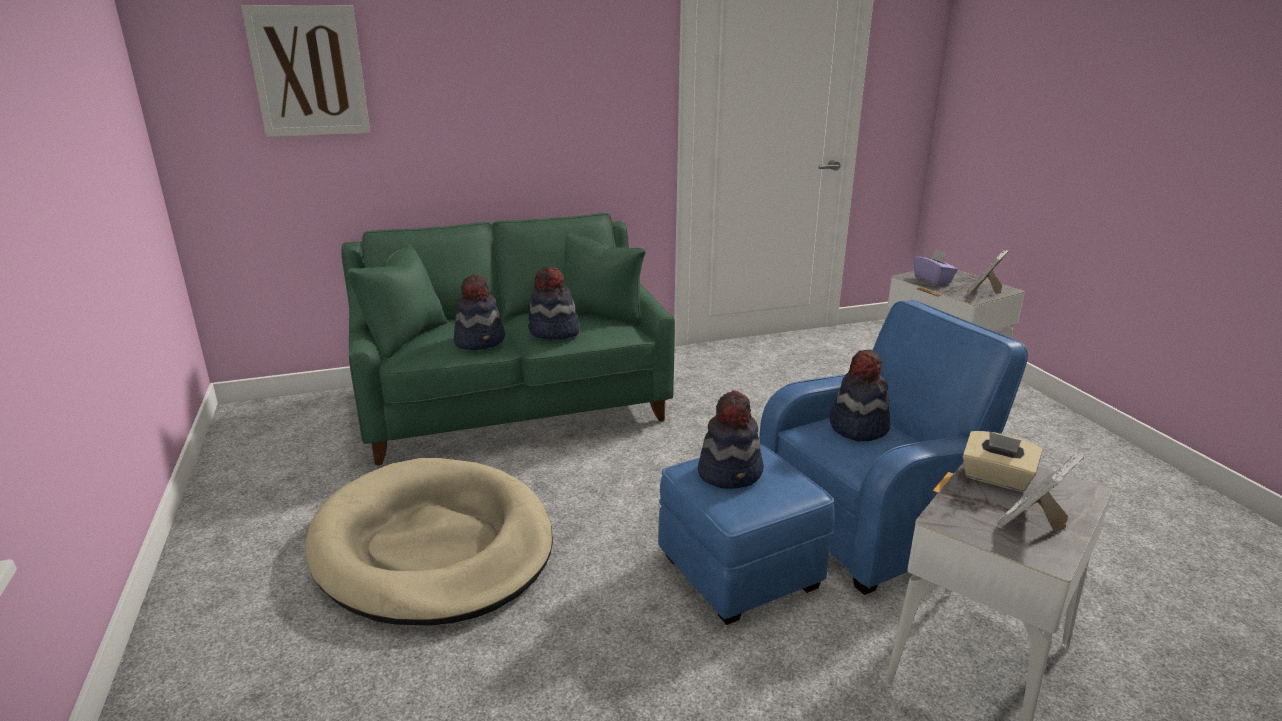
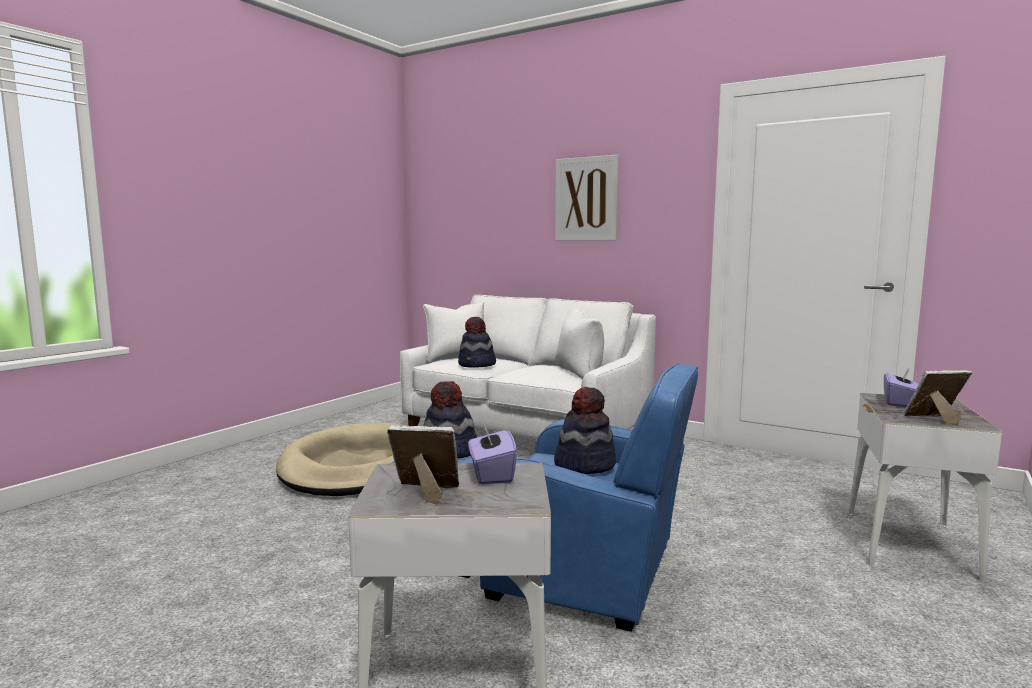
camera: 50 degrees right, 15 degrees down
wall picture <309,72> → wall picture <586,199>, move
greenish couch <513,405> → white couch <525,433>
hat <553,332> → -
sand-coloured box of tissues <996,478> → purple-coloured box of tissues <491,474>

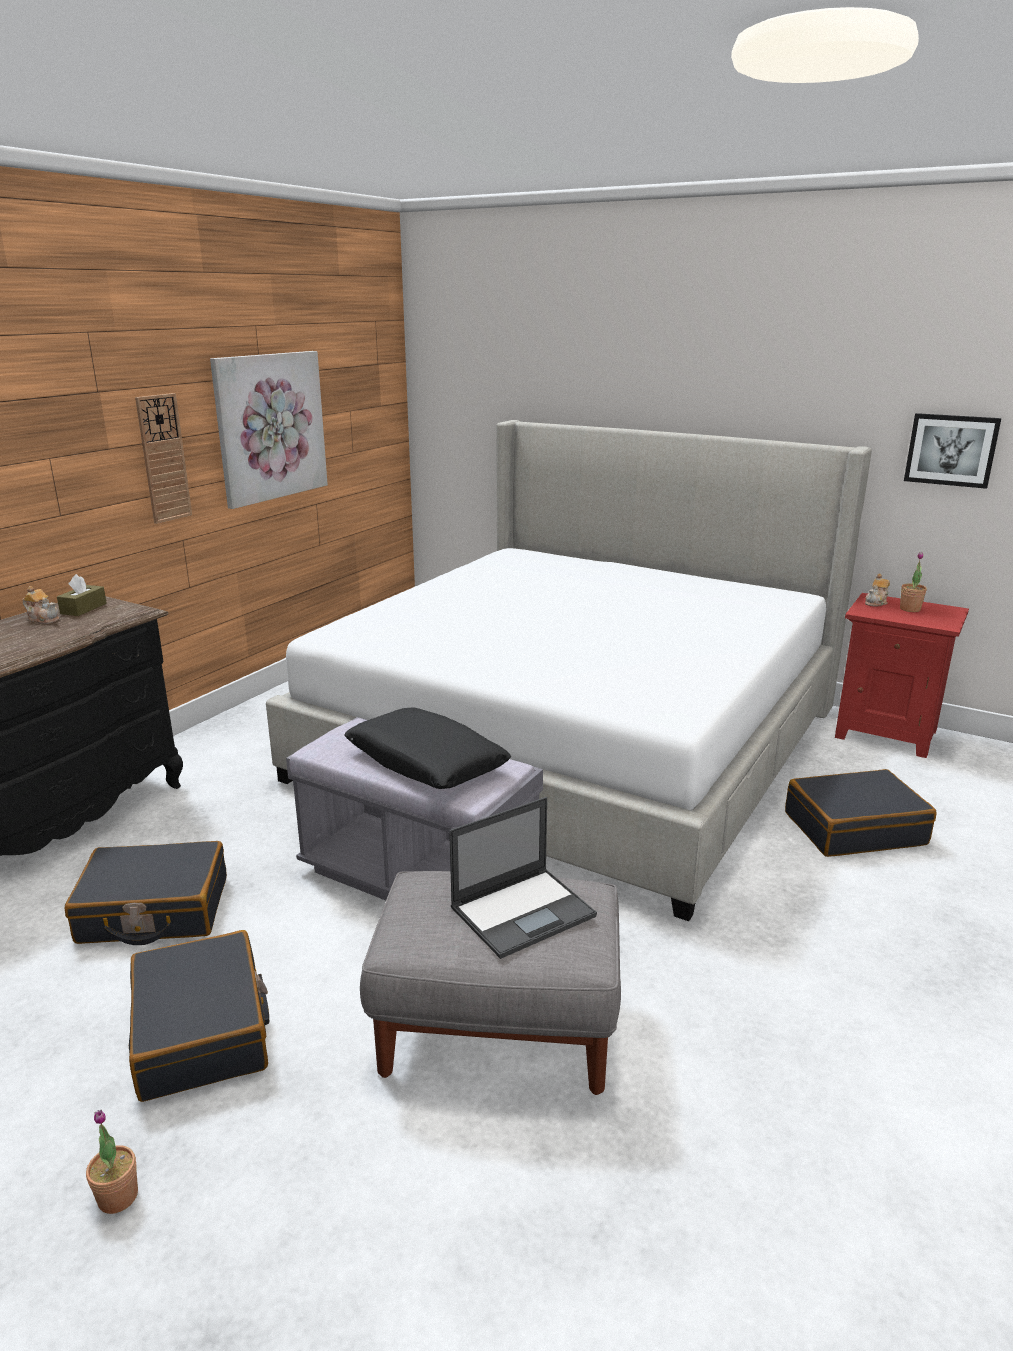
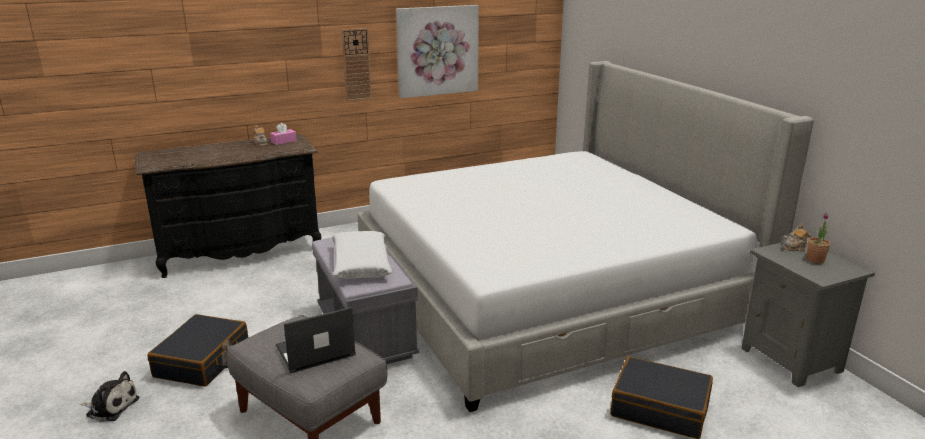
camera: 35 degrees right, 0 degrees up
wall picture <951,450> → -
brown box of tissues <83,608> → pink box of tissues <283,141>
red night table <887,735> → grey night table <790,361>
black-coloured pillow <426,763> → white pillow <361,264>
laptop <524,911> → laptop <314,351>, 150 degrees clockwise
black-coloured suitcase <154,910> → -
potted plant <118,1197> → soft toy <111,407>

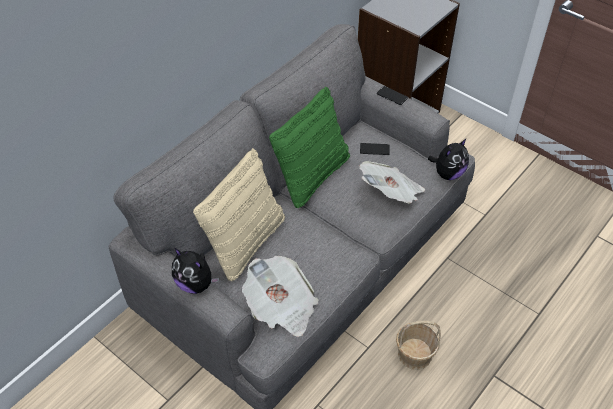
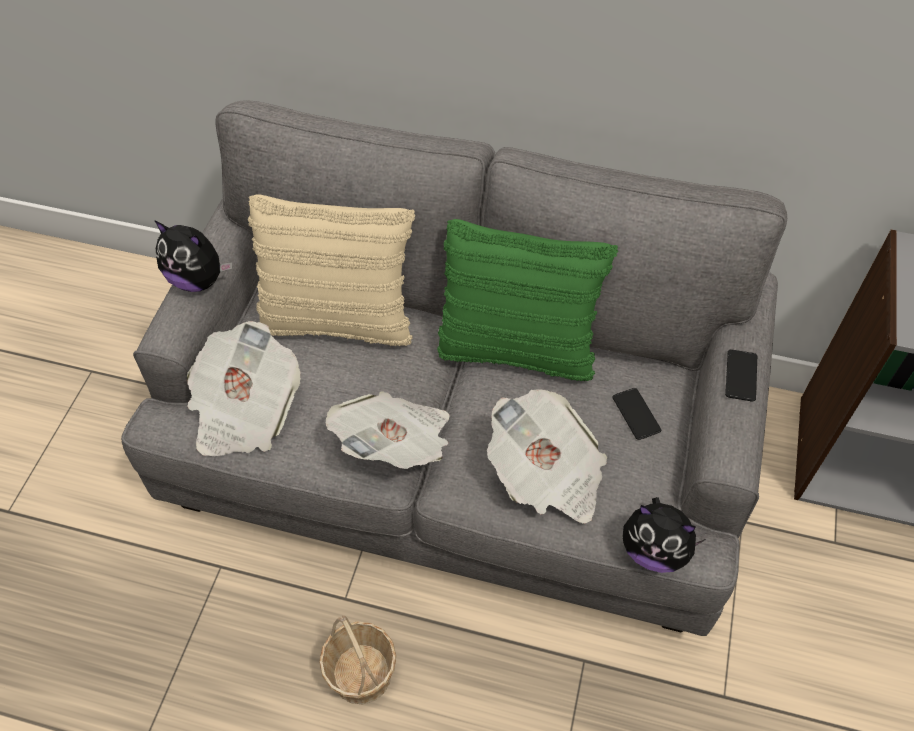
camera: 65 degrees right, 5 degrees up
soft toy <196,284> → soft toy <198,279>, 75 degrees counterclockwise
- → newspaper <396,444>

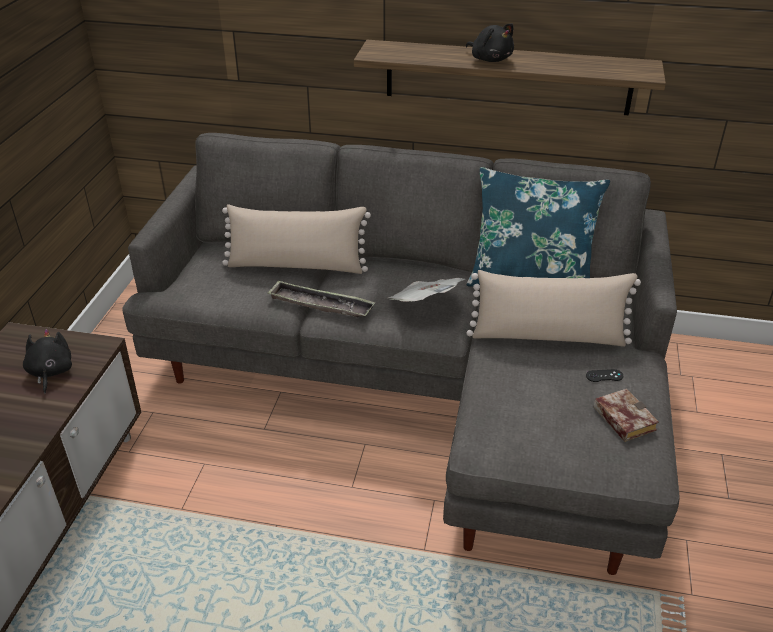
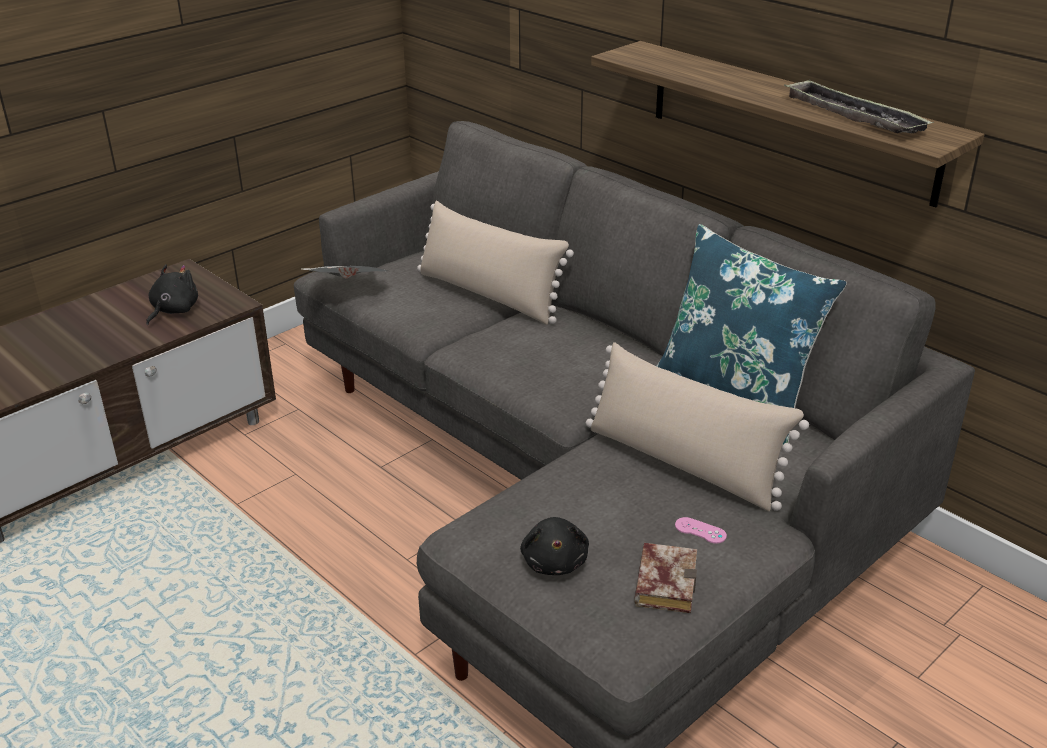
camera: 35 degrees right, 5 degrees down
black-coloured soft toy <490,59> → black-coloured soft toy <555,561>, move
newspaper <424,305> → newspaper <349,291>, move
tray <321,305> → tray <853,116>, move
black-coloured game controller <604,376> → pink game controller <700,530>

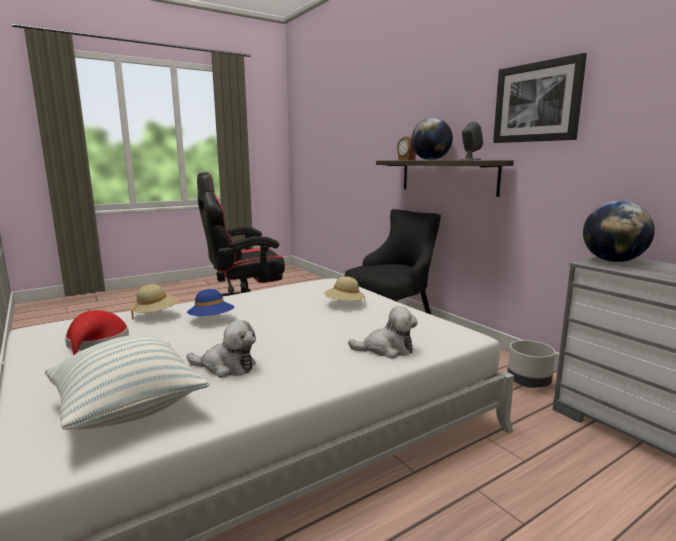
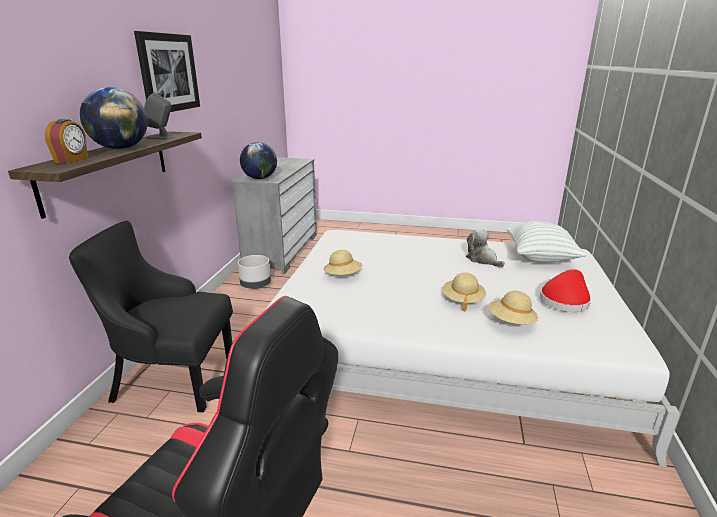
camera: 135 degrees left, 10 degrees up
blue-coloured hat <211,320> → sand-coloured hat <463,300>
soft toy <386,349> → -

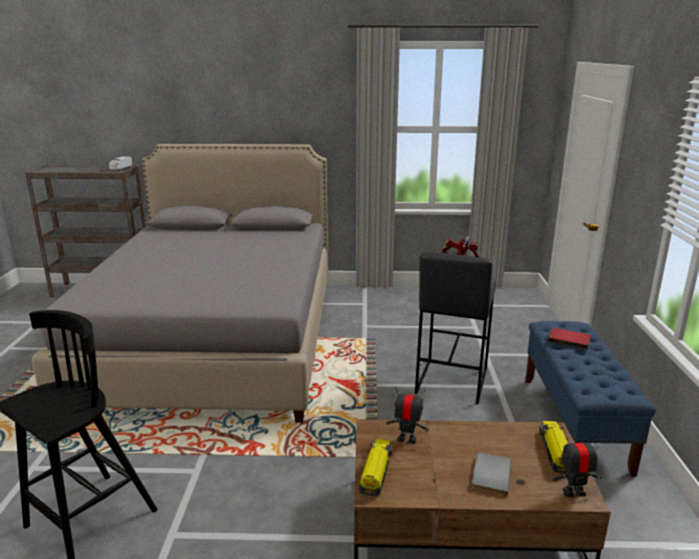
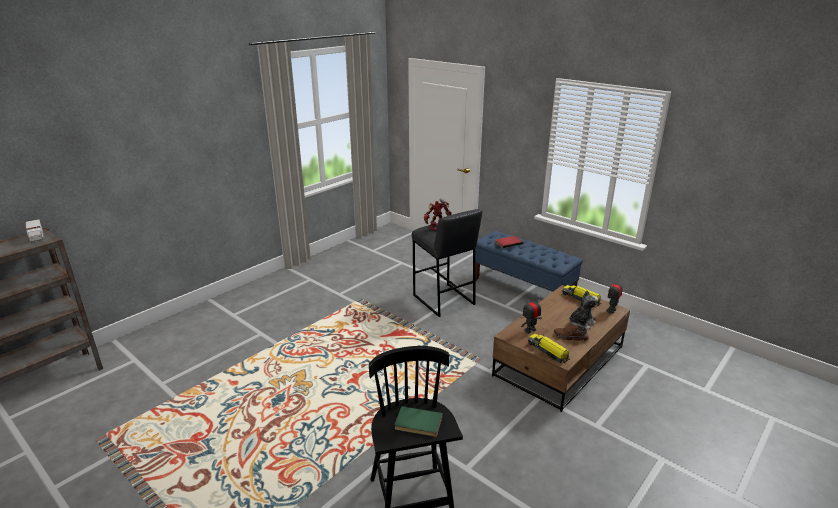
camera: 50 degrees left, 5 degrees up
grey bedroom bed <217,340> → -
grey volume <489,475> → soft toy <581,323>
- → brown item of footwear <570,337>
- → greenish volume <418,424>

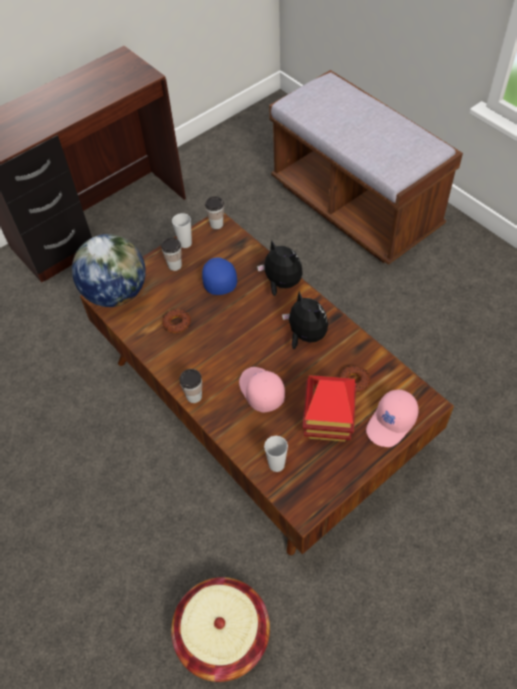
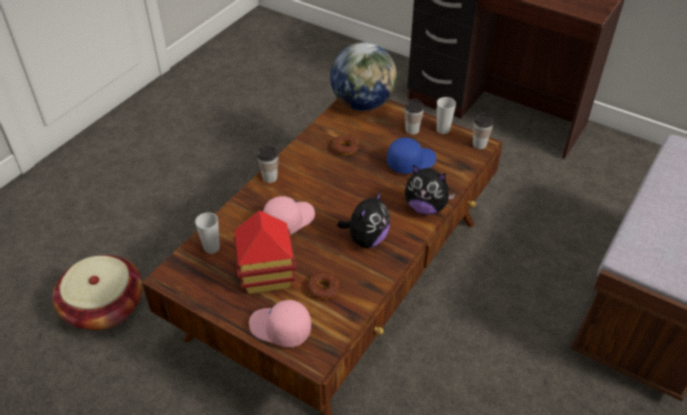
camera: 70 degrees right, 10 degrees down
soft toy <281,283> → soft toy <426,207>, 90 degrees clockwise

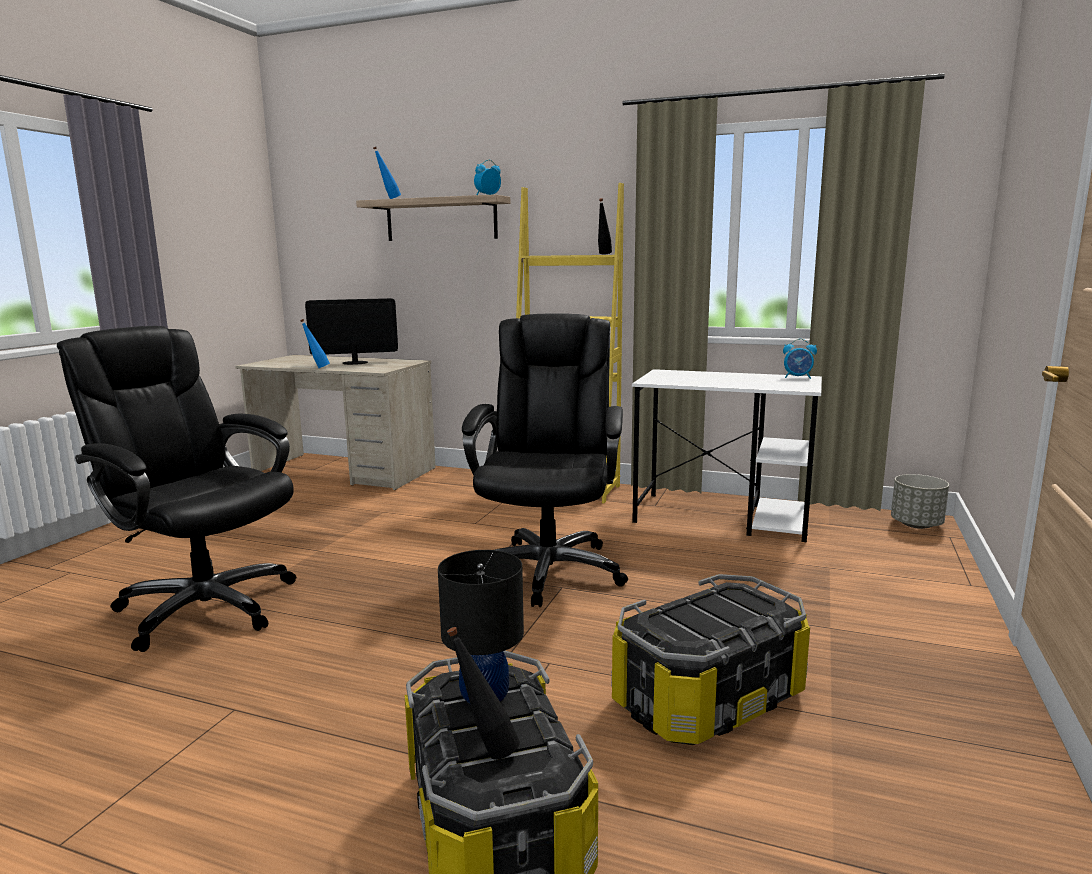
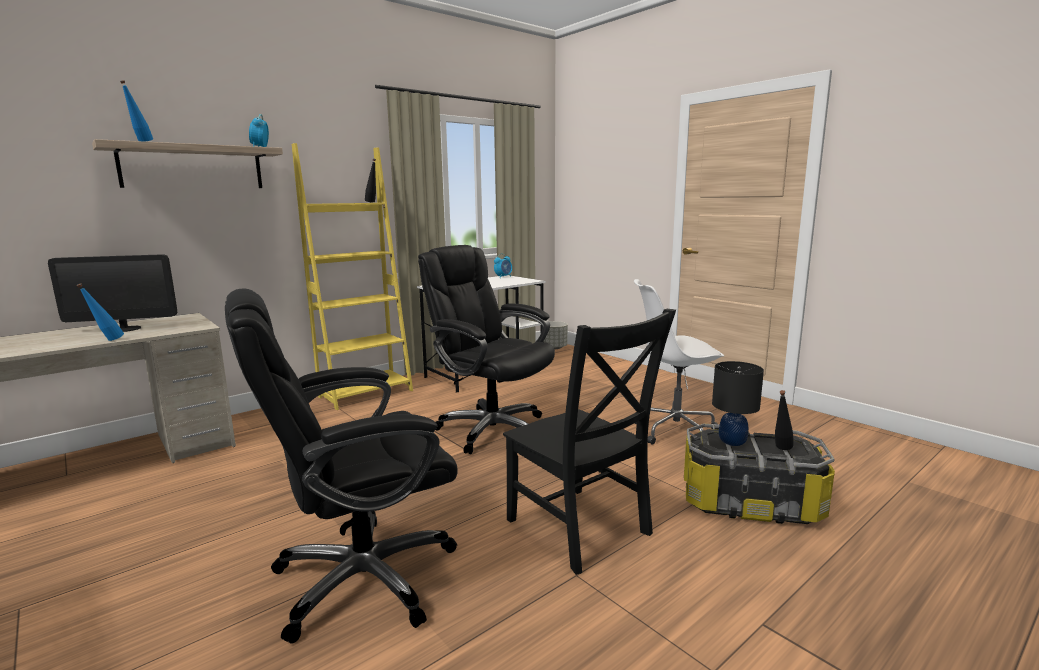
camera: 60 degrees left, 0 degrees up
computer screen <355,363> → computer screen <124,329>, 120 degrees counterclockwise
storage box <707,698> → white desk chair <672,431>
- → black-coloured chair <581,530>

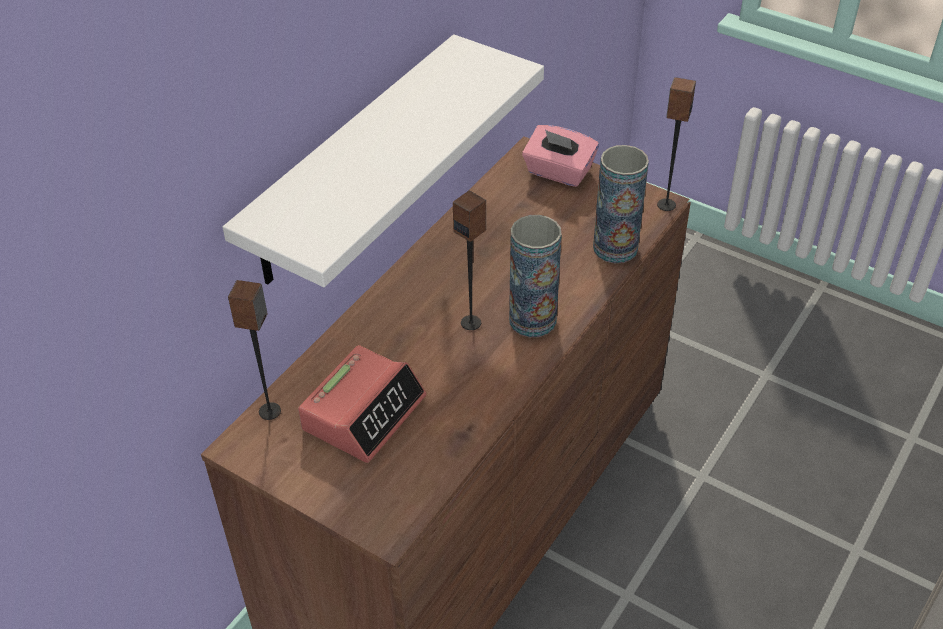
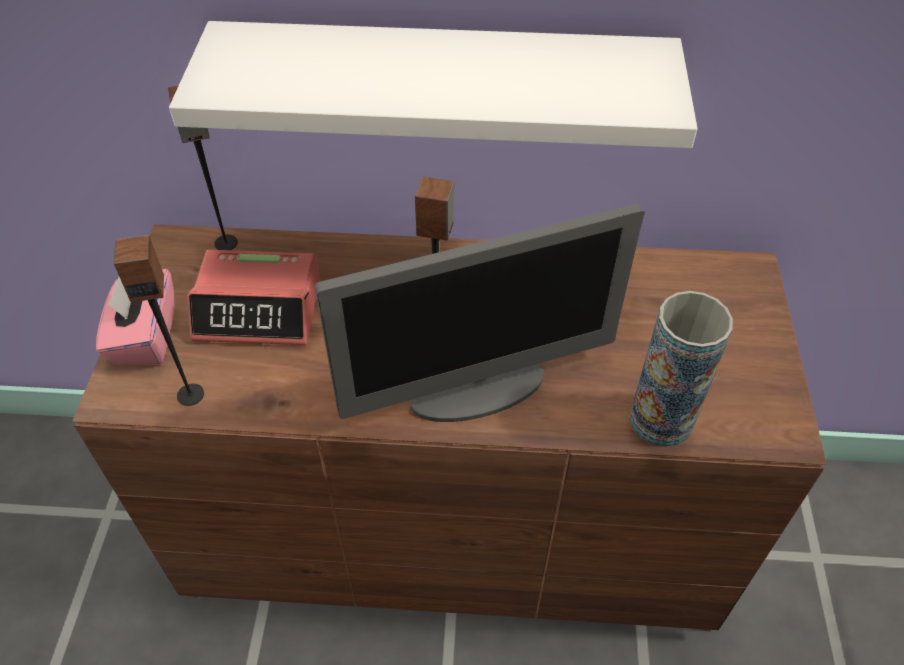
camera: 60 degrees right, 5 degrees up
audio speaker <666,205> → audio speaker <190,394>, move
pink box of tissues <558,172> → pink box of tissues <145,337>, move
decorative vase <532,320> → computer screen <478,389>

